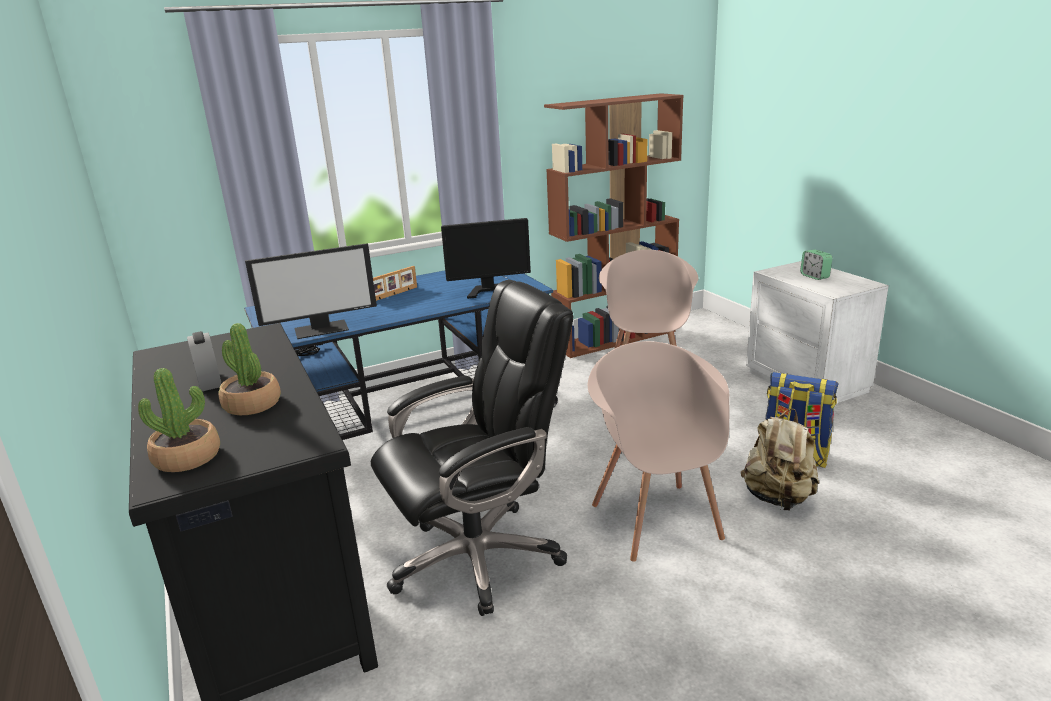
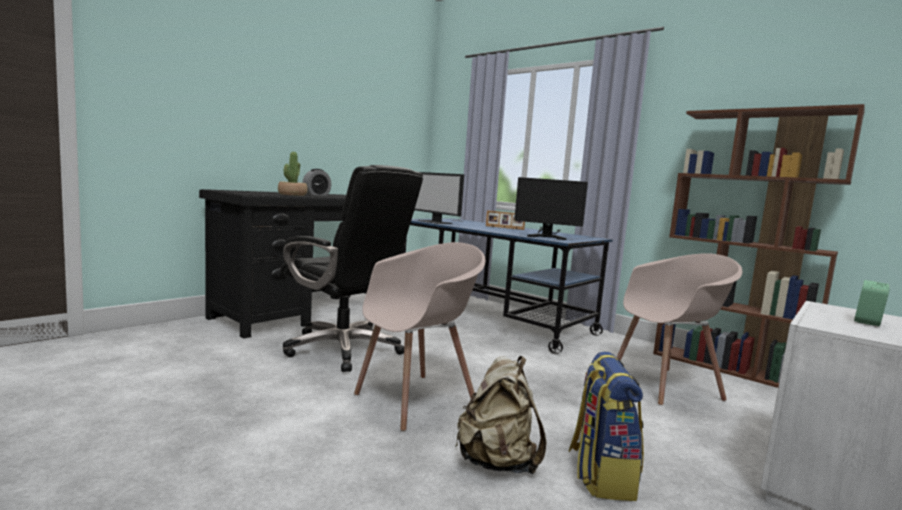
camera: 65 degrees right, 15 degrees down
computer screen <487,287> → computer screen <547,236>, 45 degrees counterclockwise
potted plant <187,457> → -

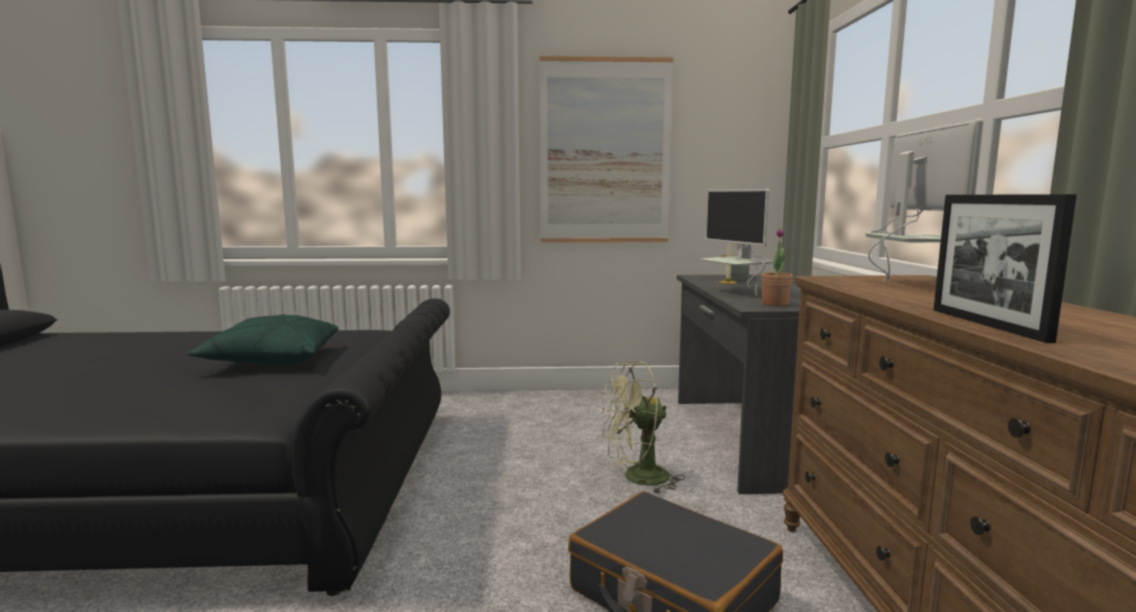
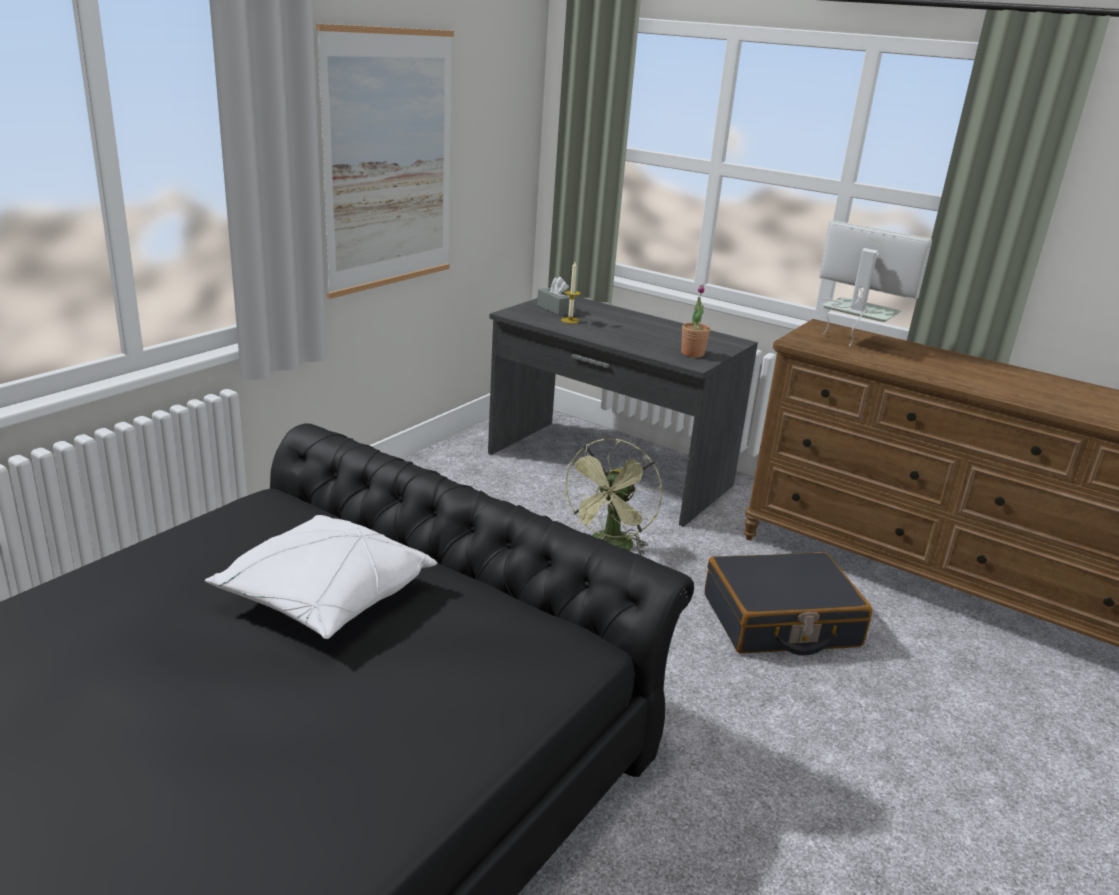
camera: 55 degrees left, 15 degrees up
computer screen <736,292> → -
picture frame <986,324> → -
greenish pillow <272,361> → white pillow <325,598>

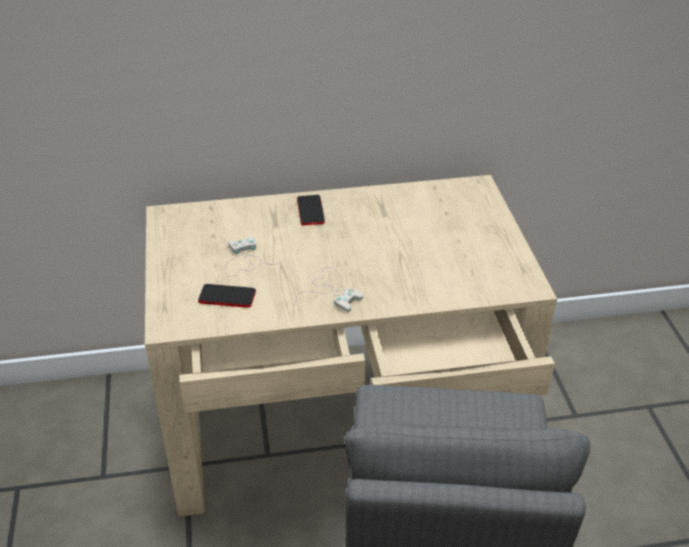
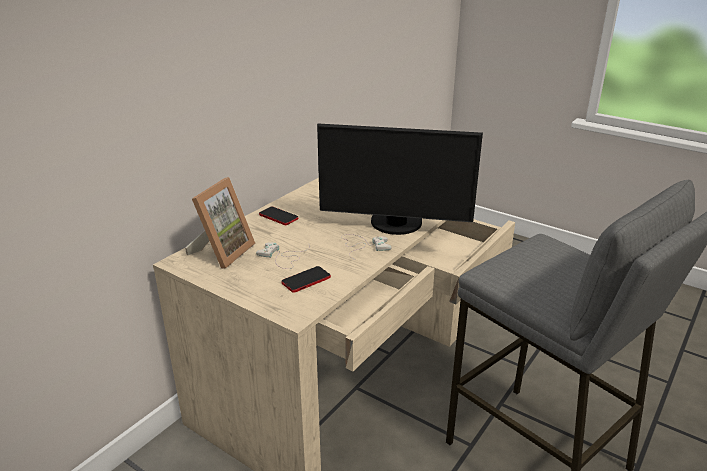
camera: 45 degrees left, 10 degrees down
- → computer screen <396,225>
- → picture frame <222,252>

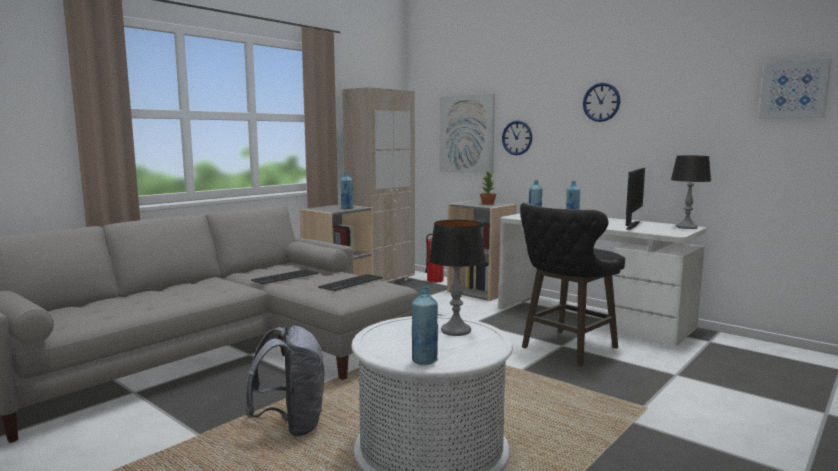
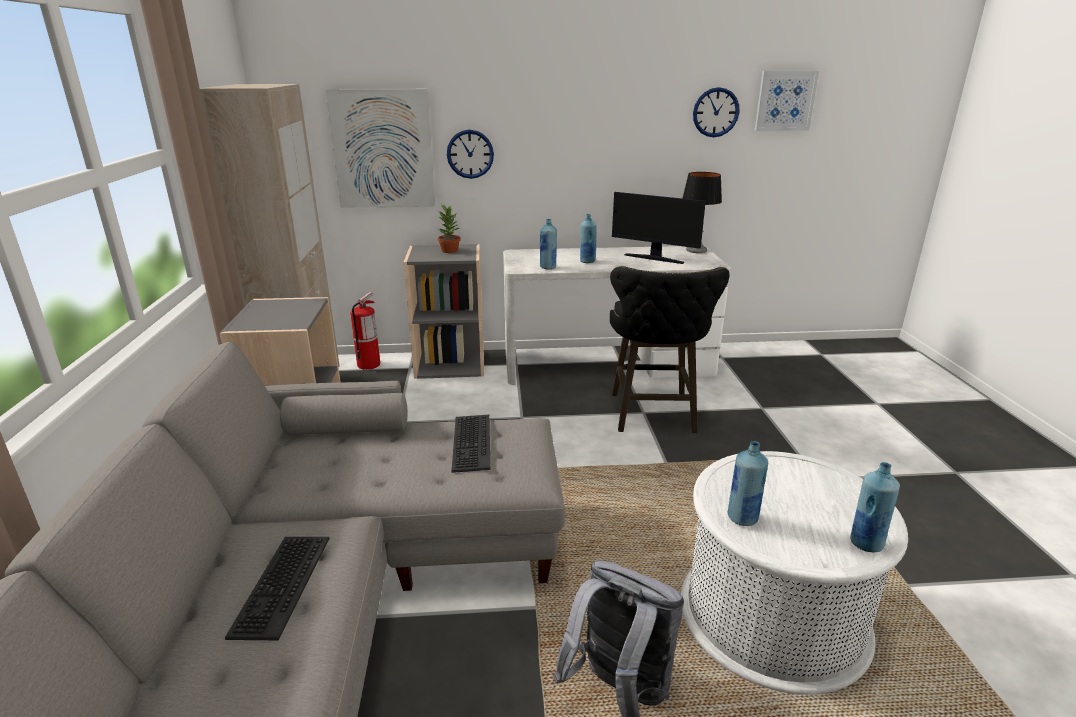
camera: 45 degrees left, 15 degrees up
hanging clock <601,102> → hanging clock <715,112>, move
computer screen <631,225> → computer screen <654,258>, 135 degrees clockwise
blue-coloured beverage bottle <347,208> → blue-coloured beverage bottle <742,518>, move
table lamp <456,331> → -
computer keyboard <285,277> → computer keyboard <281,585>, move

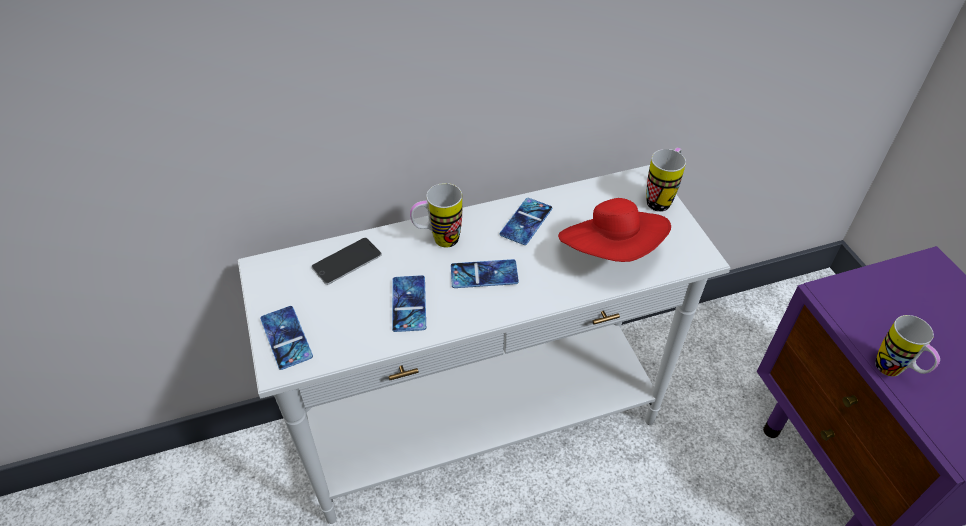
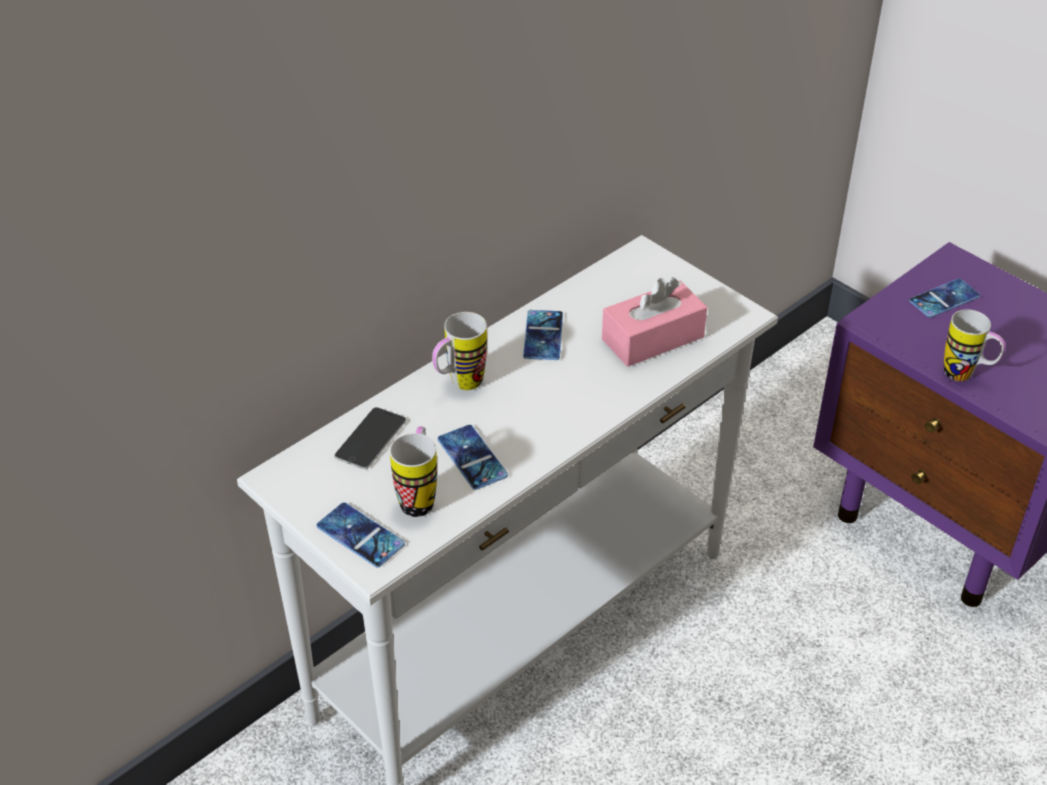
camera: 25 degrees left, 5 degrees down
coffee mug <661,198> → coffee mug <419,496>, move
red hat <612,252> → pink box of tissues <652,338>
telephone <484,274> → telephone <944,299>, move

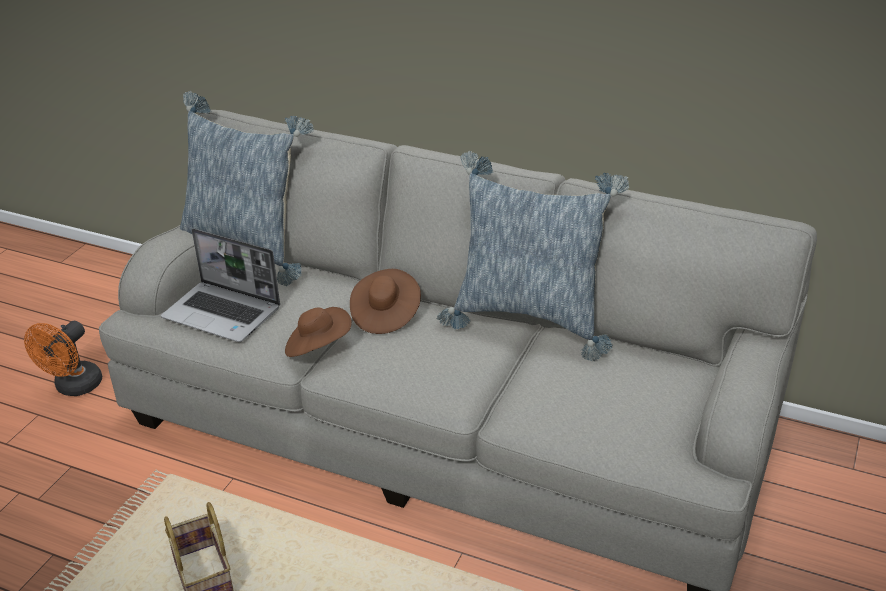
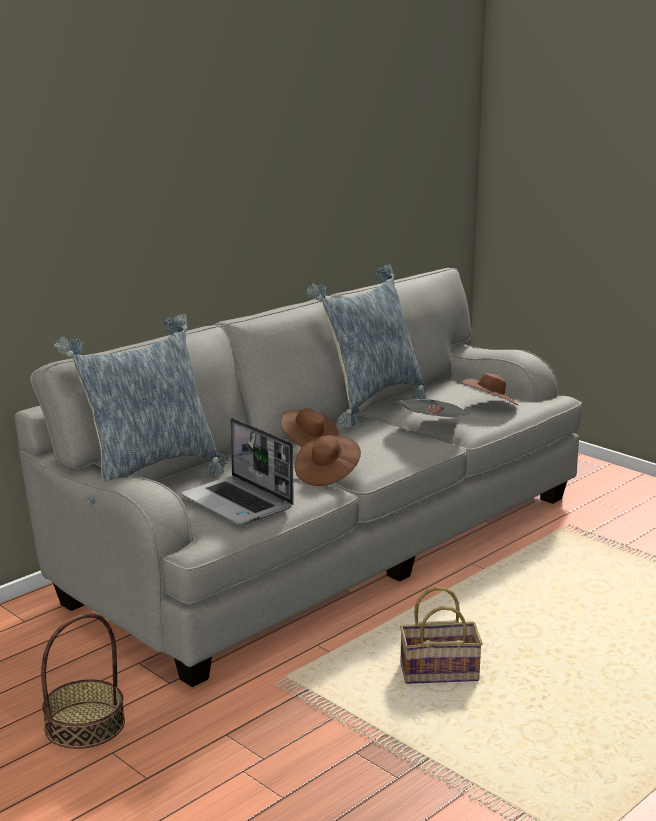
camera: 70 degrees left, 15 degrees down
laptop <223,313> → laptop <239,503>, 90 degrees clockwise
orangey electric fan <74,388> → basket <84,725>
- → brown hat <490,406>
- → newspaper <433,428>

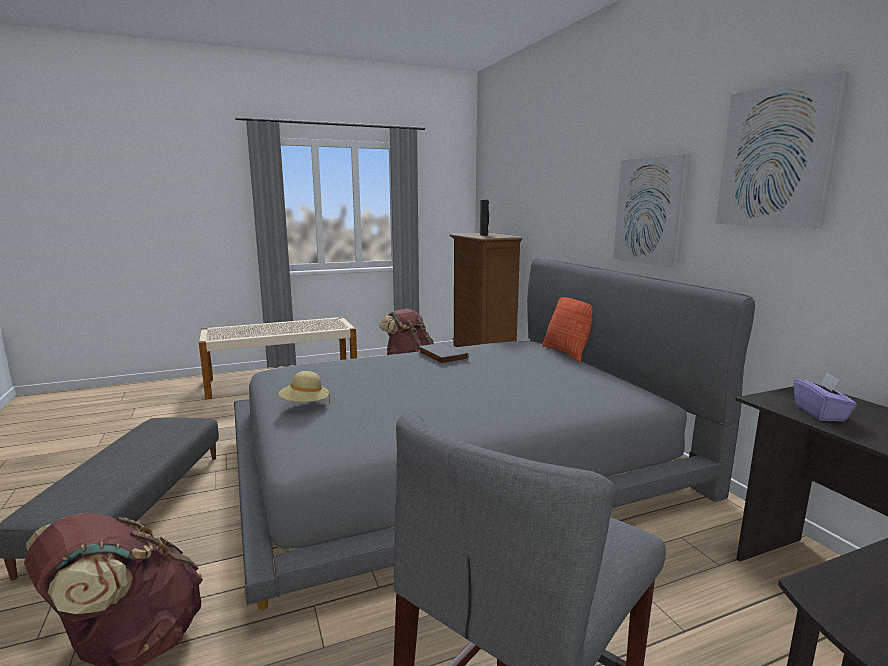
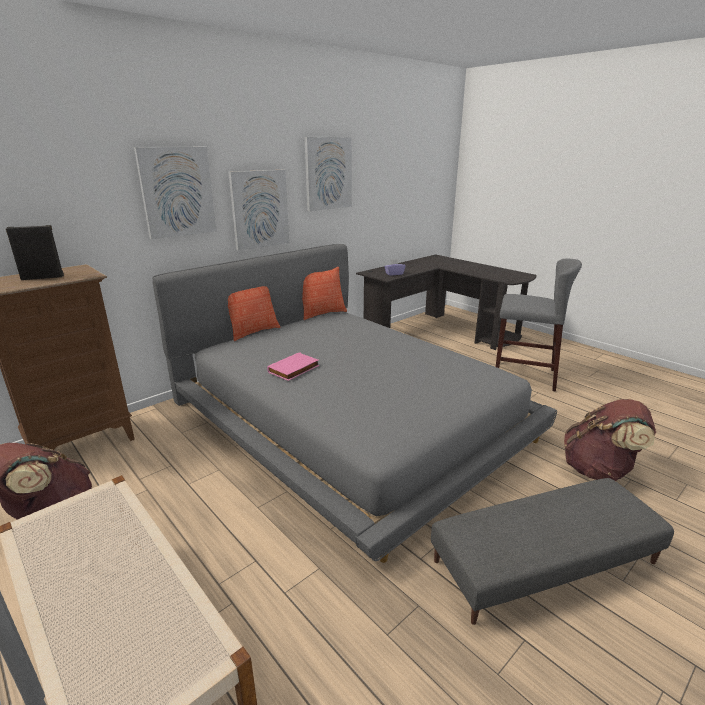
camera: 110 degrees left, 10 degrees up
grey volume <441,356> → pink volume <294,369>
sand-coloured hat <304,404> → -
- → wall picture <177,192>
- → orangey pillow <322,314>

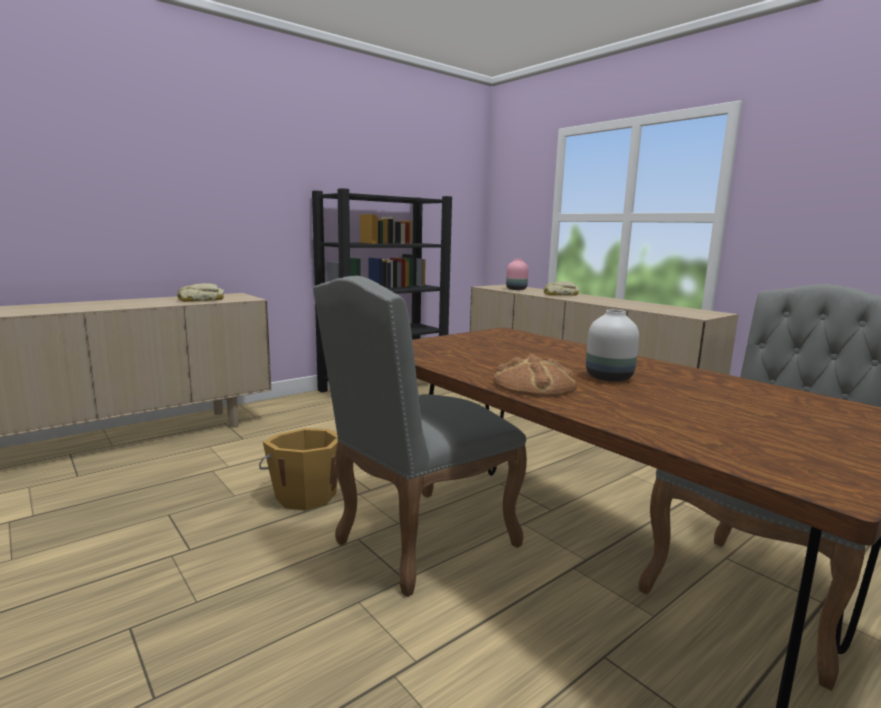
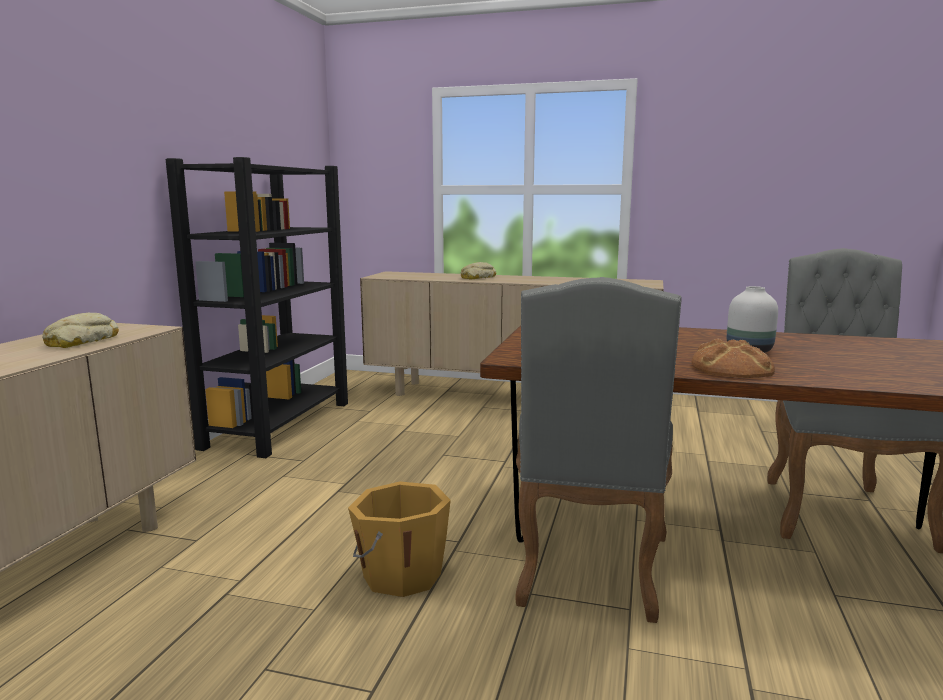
camera: 35 degrees left, 0 degrees up
pink decorative vase <516,289> → -

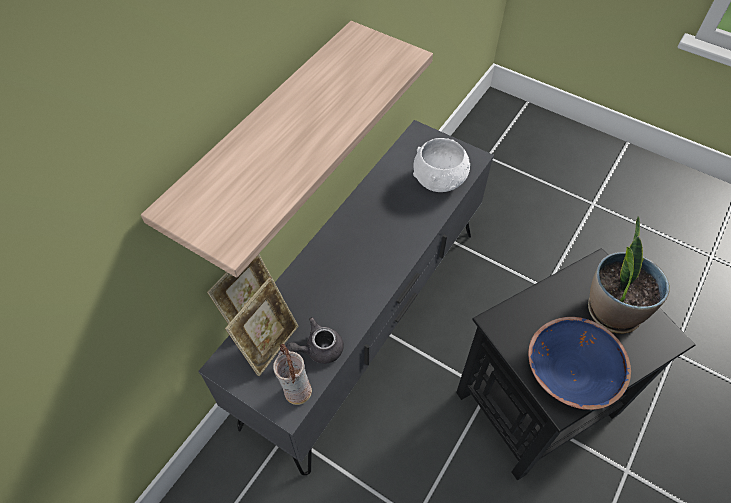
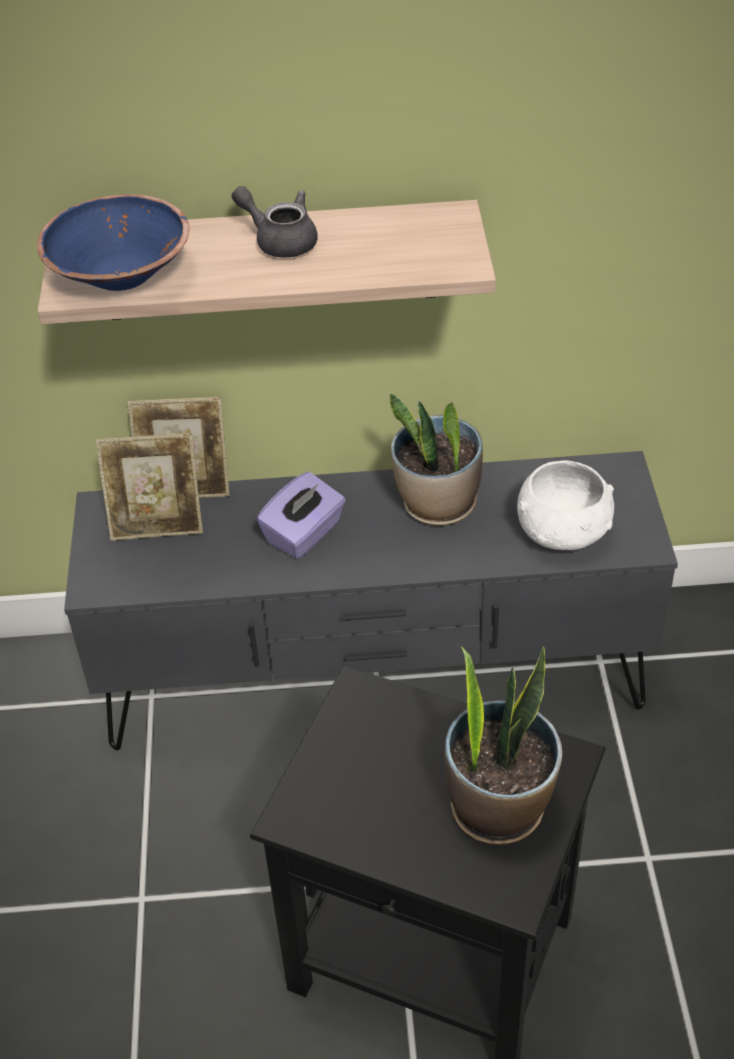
camera: 55 degrees right, 10 degrees down
grey tea pot <318,349> → grey tea pot <280,240>, move
blue-coloured bowl <571,373> → blue-coloured bowl <121,274>, move
decorative vase <296,392> → -
- → potted plant <437,505>
- → purple-coloured box of tissues <304,534>

